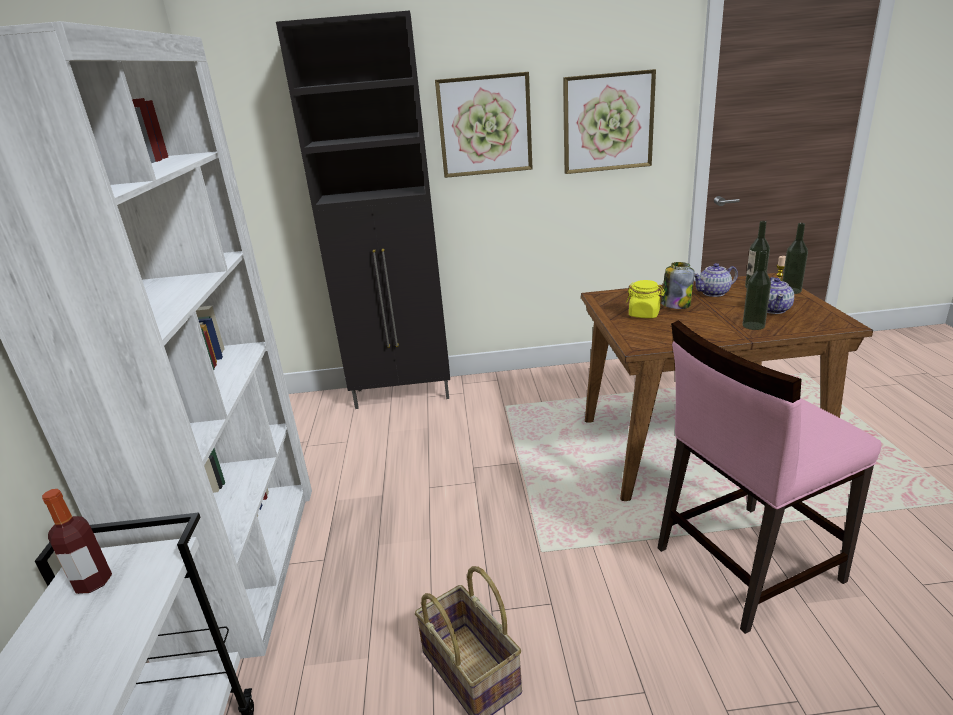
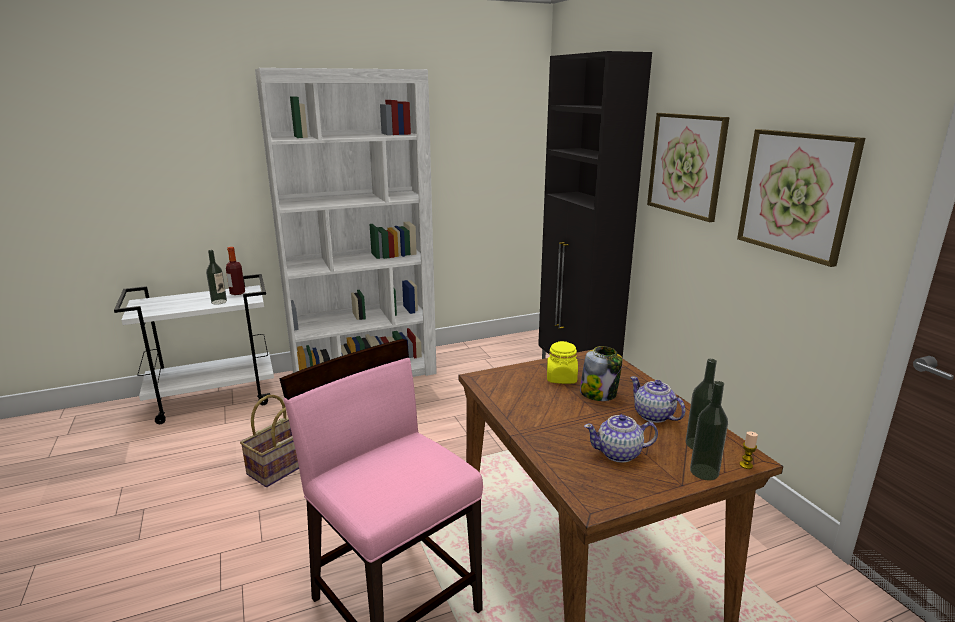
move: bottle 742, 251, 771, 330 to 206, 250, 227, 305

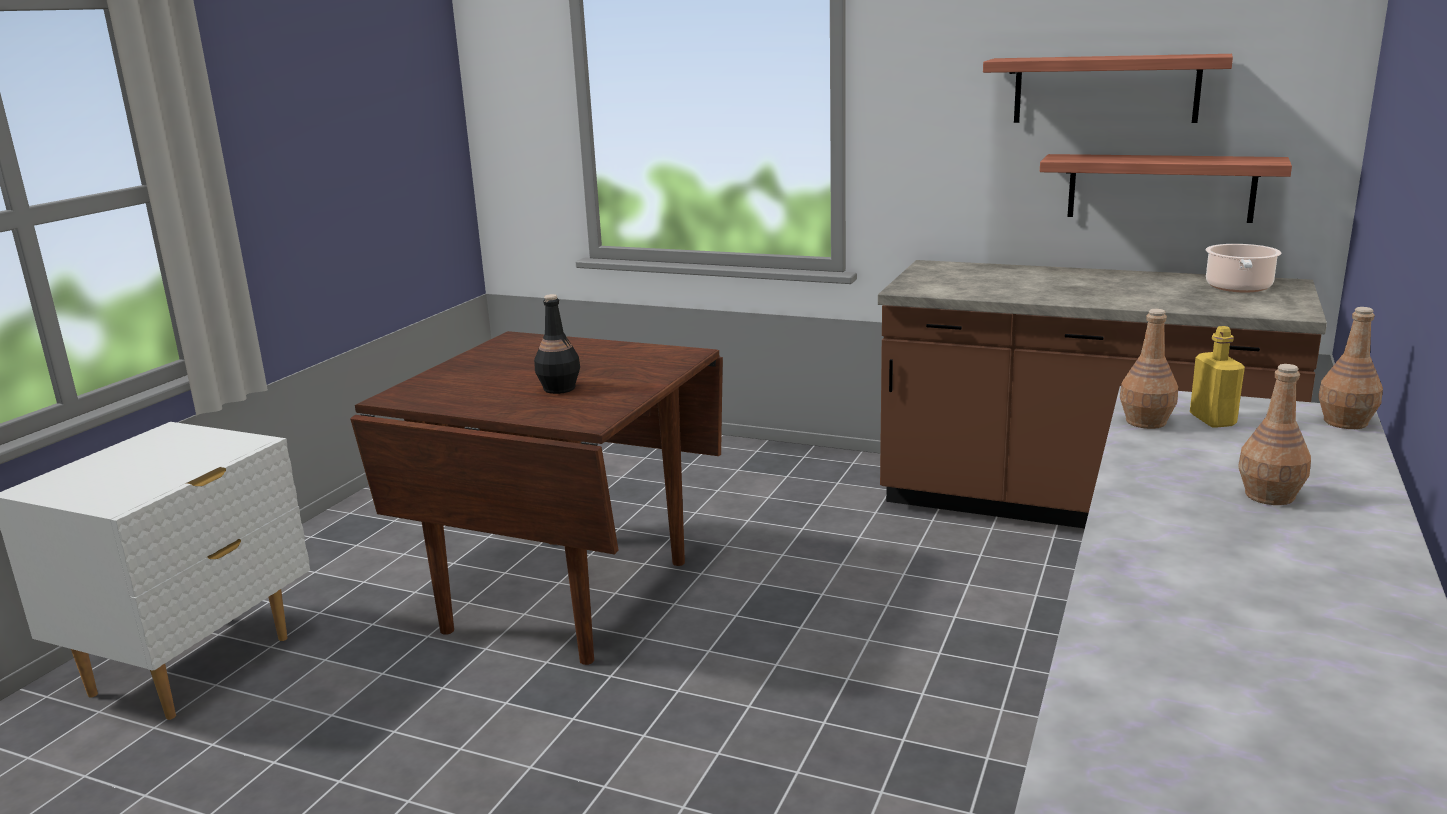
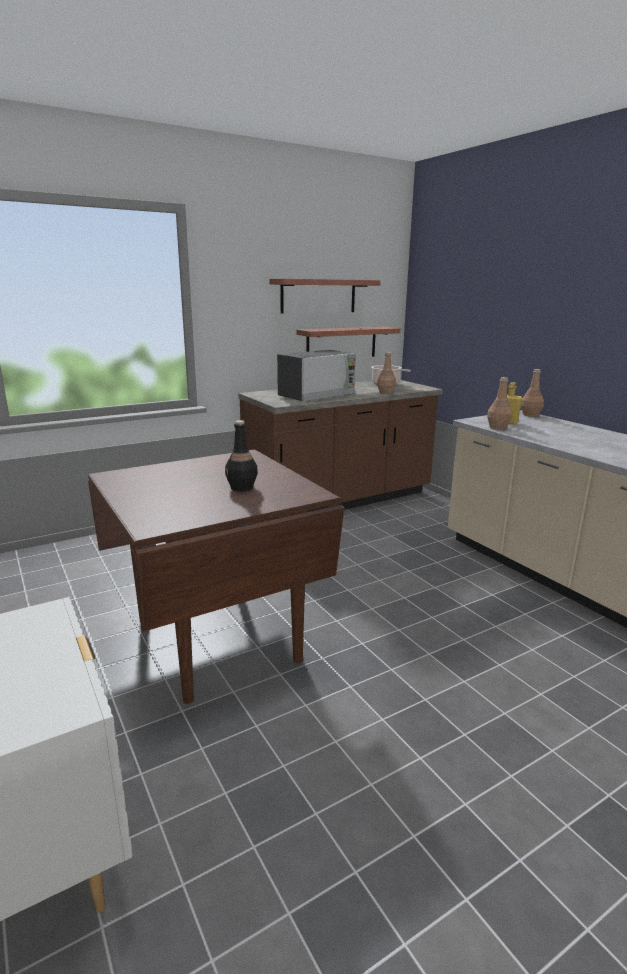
insert: microwave oven 277, 350, 356, 401
move: brownish bottle 1238, 364, 1311, 505 to 377, 352, 396, 394

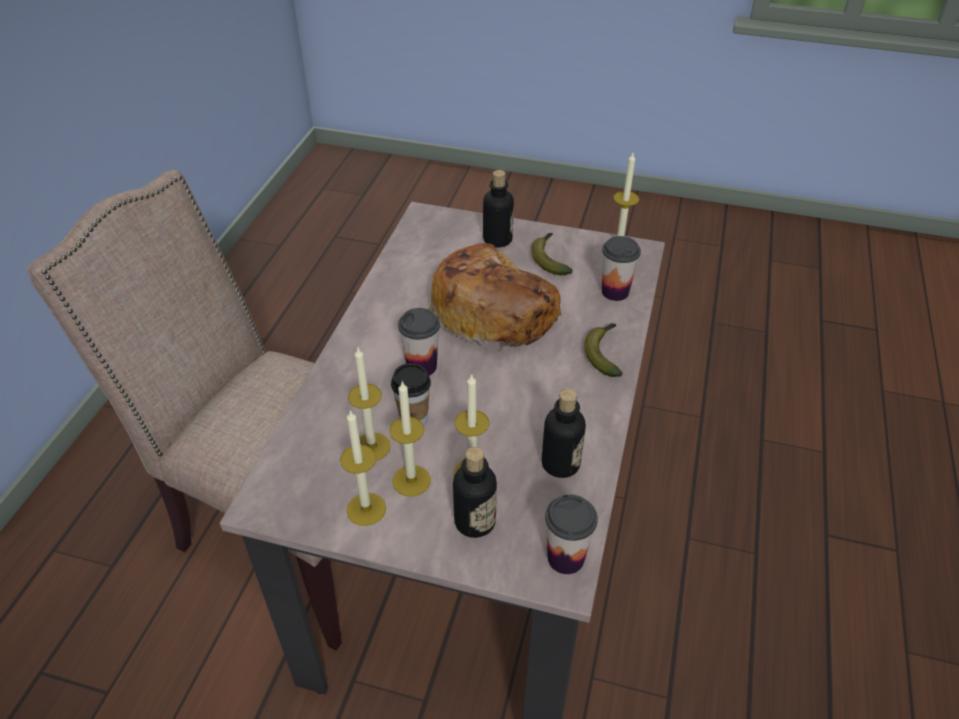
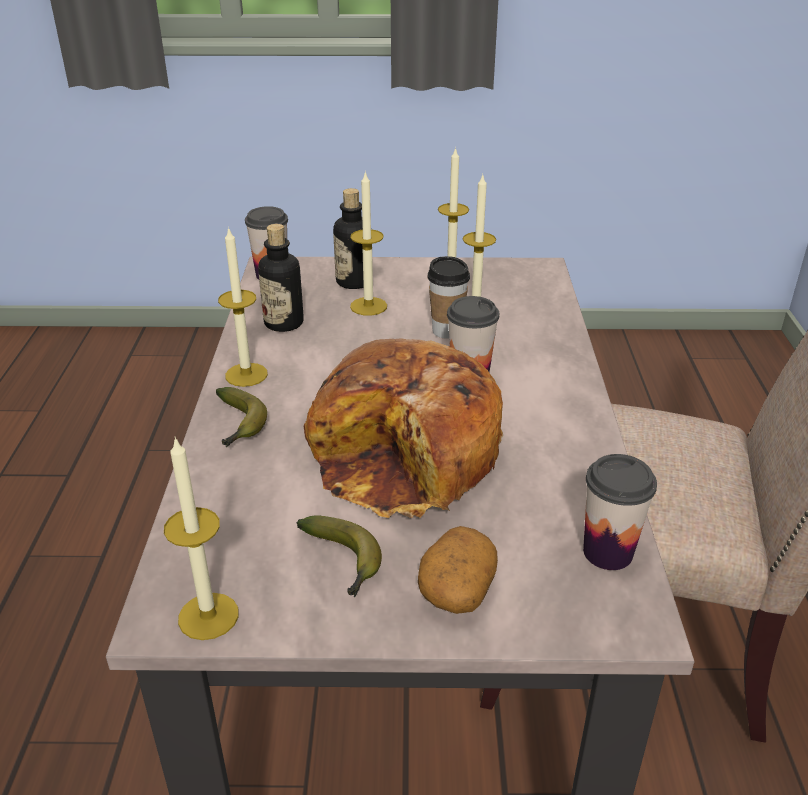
move: candle 389, 380, 431, 497 to 218, 227, 268, 387; drinking cup 602, 236, 641, 301 to 583, 454, 657, 570
replace: bottle 483, 170, 514, 248 to spud 418, 526, 498, 614

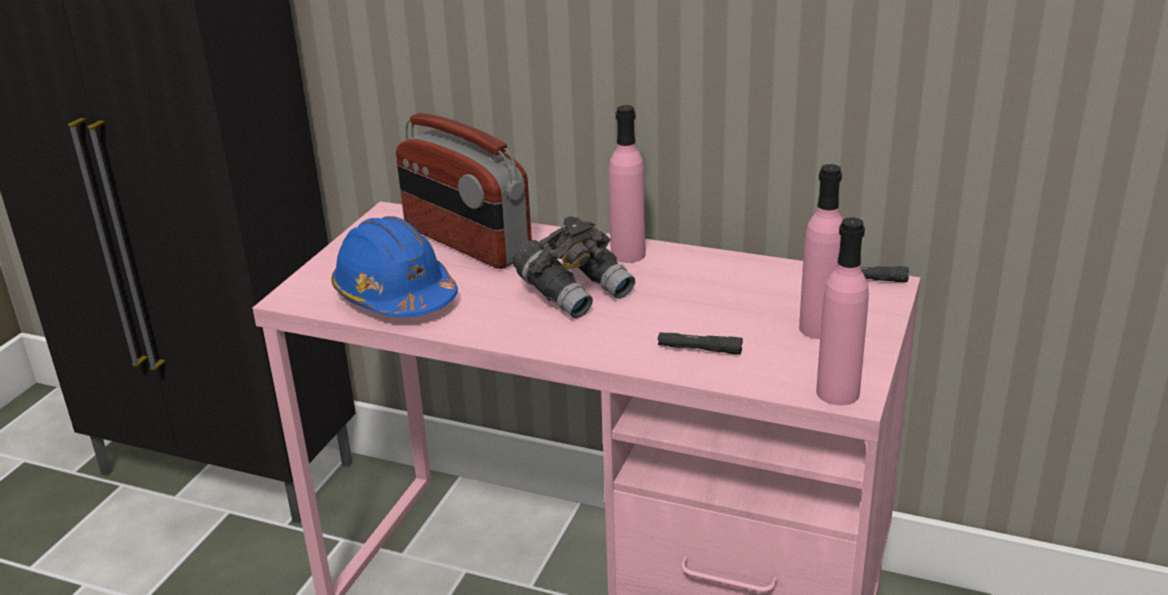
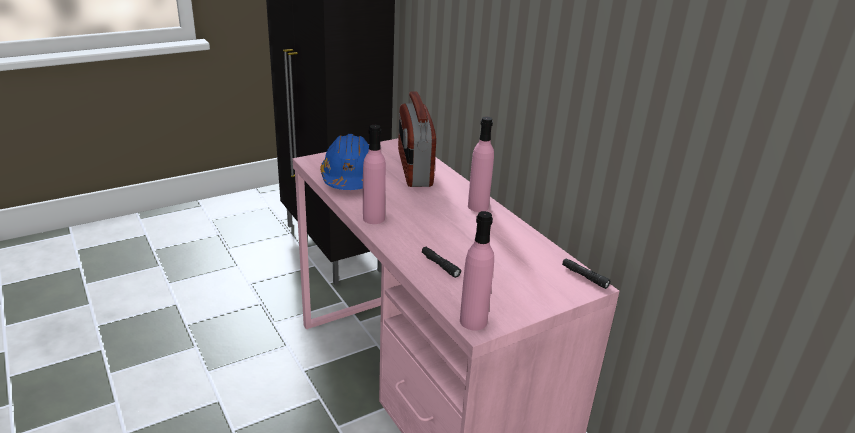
delete: greyish field glasses 512, 216, 635, 319
move: pinkish bottle 799, 164, 843, 339 to 363, 125, 386, 224

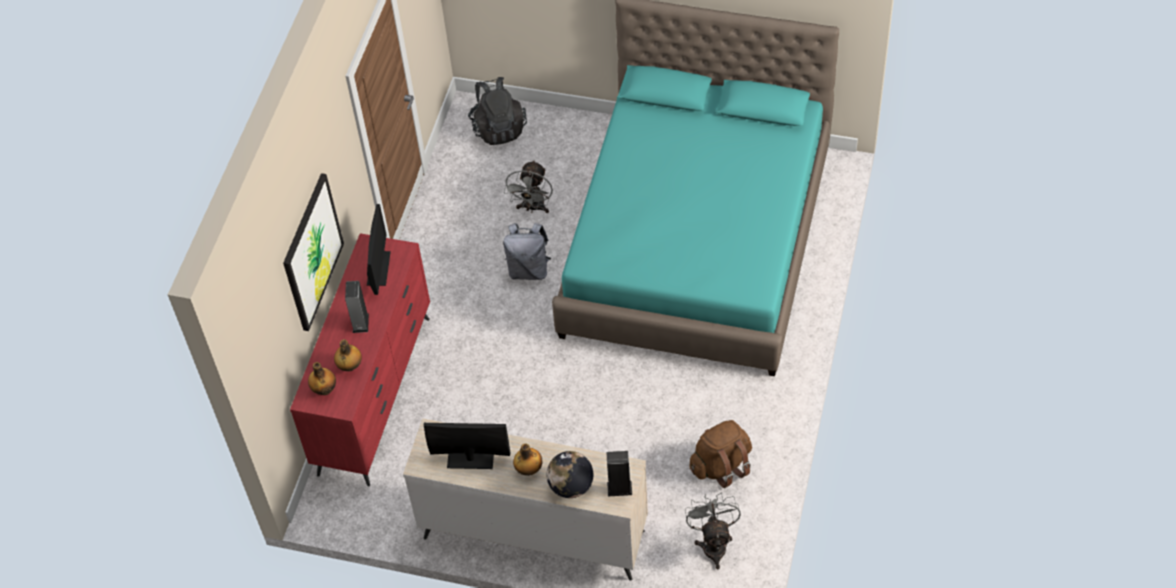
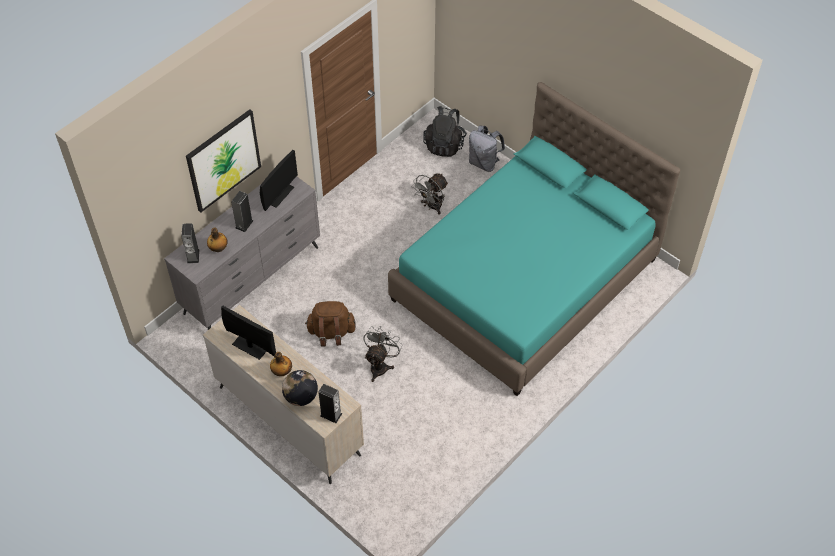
move: brownish rucksack 689, 420, 752, 488 to 305, 301, 356, 346; greyish cooling fan 685, 493, 741, 569 to 363, 326, 403, 382; greyish rucksack 503, 223, 551, 280 to 469, 126, 505, 172
replace: bottle 308, 362, 336, 395 to loudspeaker 181, 223, 200, 263
recolor: reddish chest of drawers 290, 233, 430, 486 to greyish chest of drawers 164, 176, 320, 330

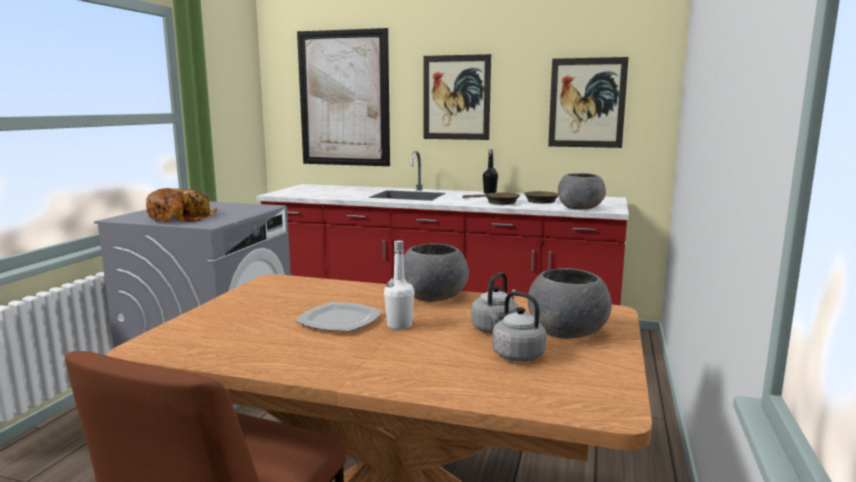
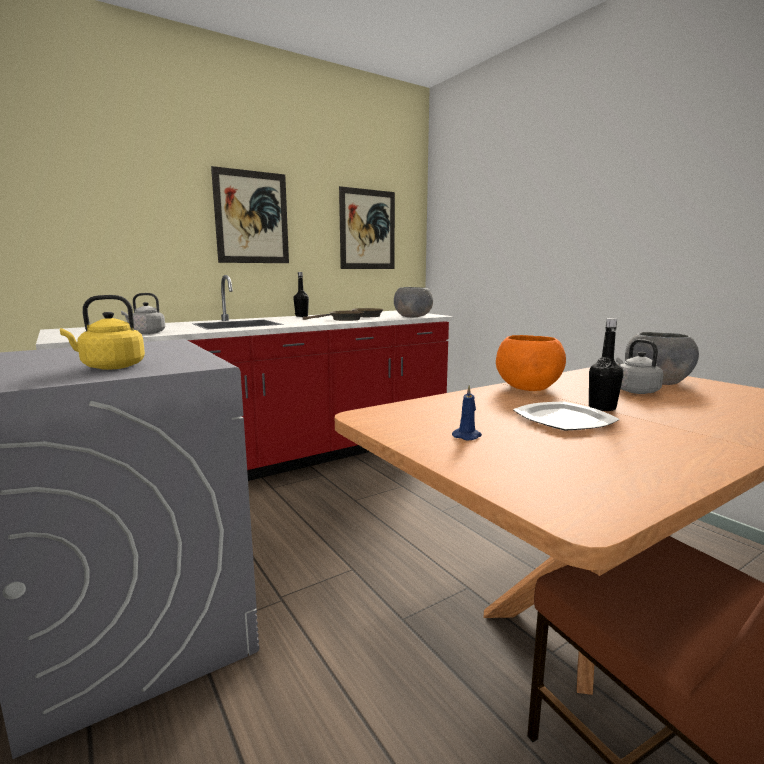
delete: wall art 297, 28, 390, 166
insert: blue-coloured candle 452, 385, 482, 441
move: greyish water kettle 489, 291, 546, 362 to 121, 293, 165, 334
replace: baked bread 146, 188, 217, 222 to yellowish water kettle 60, 295, 145, 370
recolor: greyish deep dish 403, 243, 469, 302 to orange deep dish 496, 335, 566, 391; whitish bottle 384, 240, 415, 330 to black-coloured bottle 589, 318, 624, 411

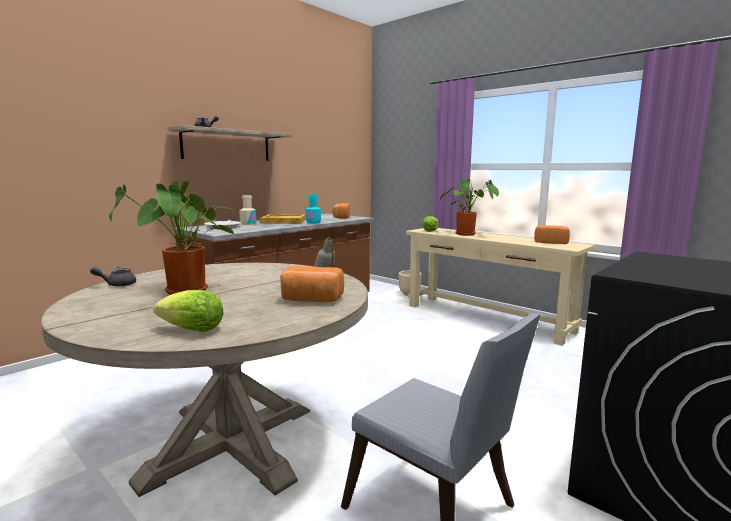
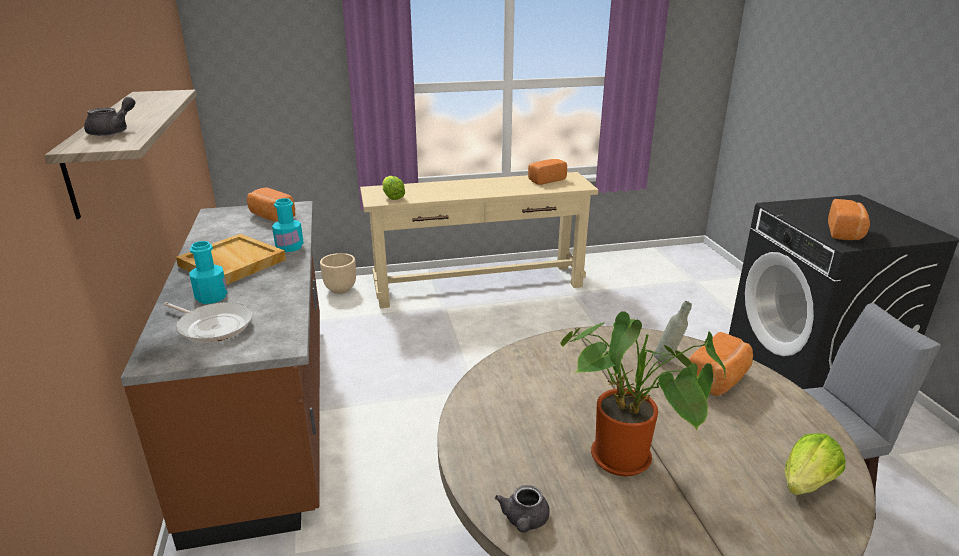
delete: potted plant 439, 179, 499, 236
insert: baked bread 828, 199, 870, 240
recolor: beige-coloured bottle 239, 195, 256, 225 to blue-green bottle 189, 241, 228, 304

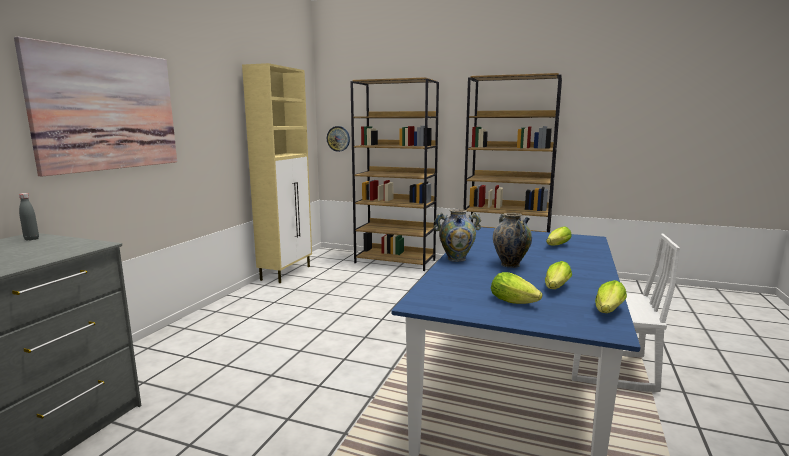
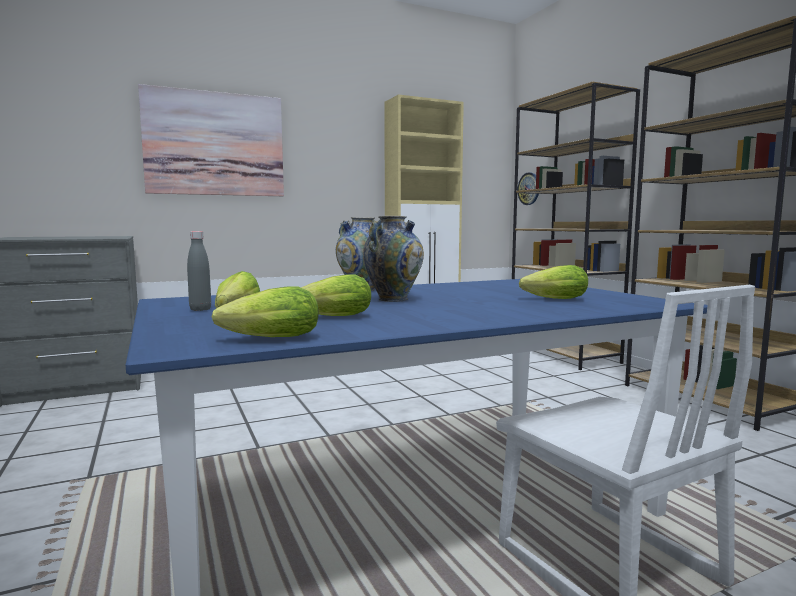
move: greyish bottle 19, 193, 39, 240 to 187, 231, 211, 311

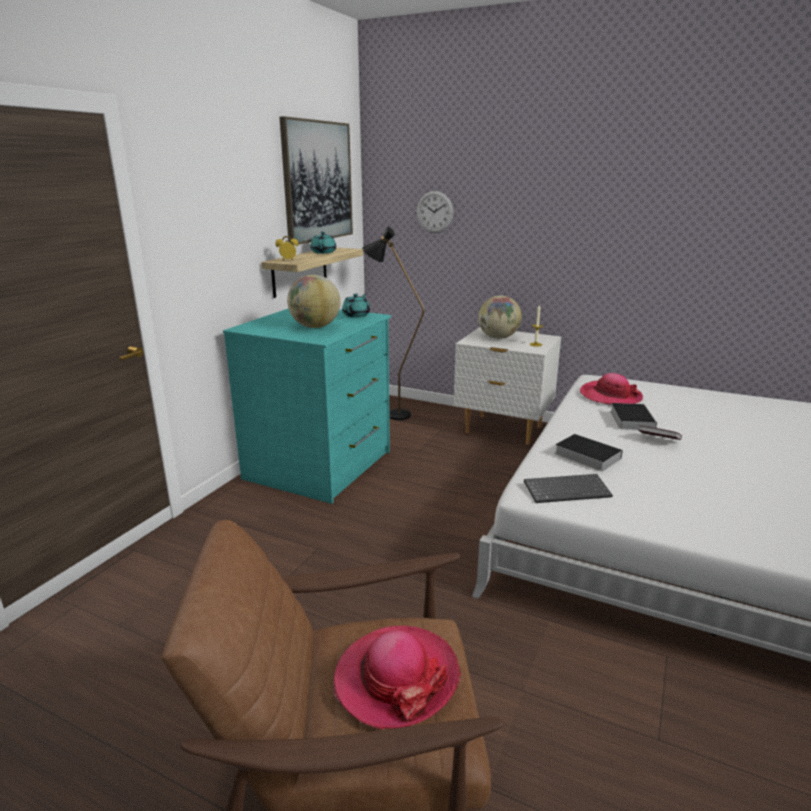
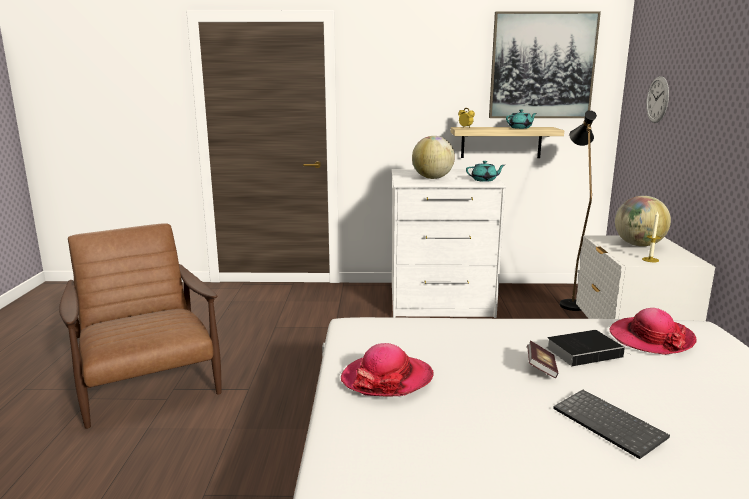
delete: book 554, 434, 623, 471
move: clothing hat 333, 626, 461, 729 to 341, 343, 434, 397; PC keyboard 524, 474, 613, 503 to 553, 390, 670, 459
recolor: blue-green chest of drawers 223, 309, 391, 504 to whitish chest of drawers 392, 169, 506, 318

